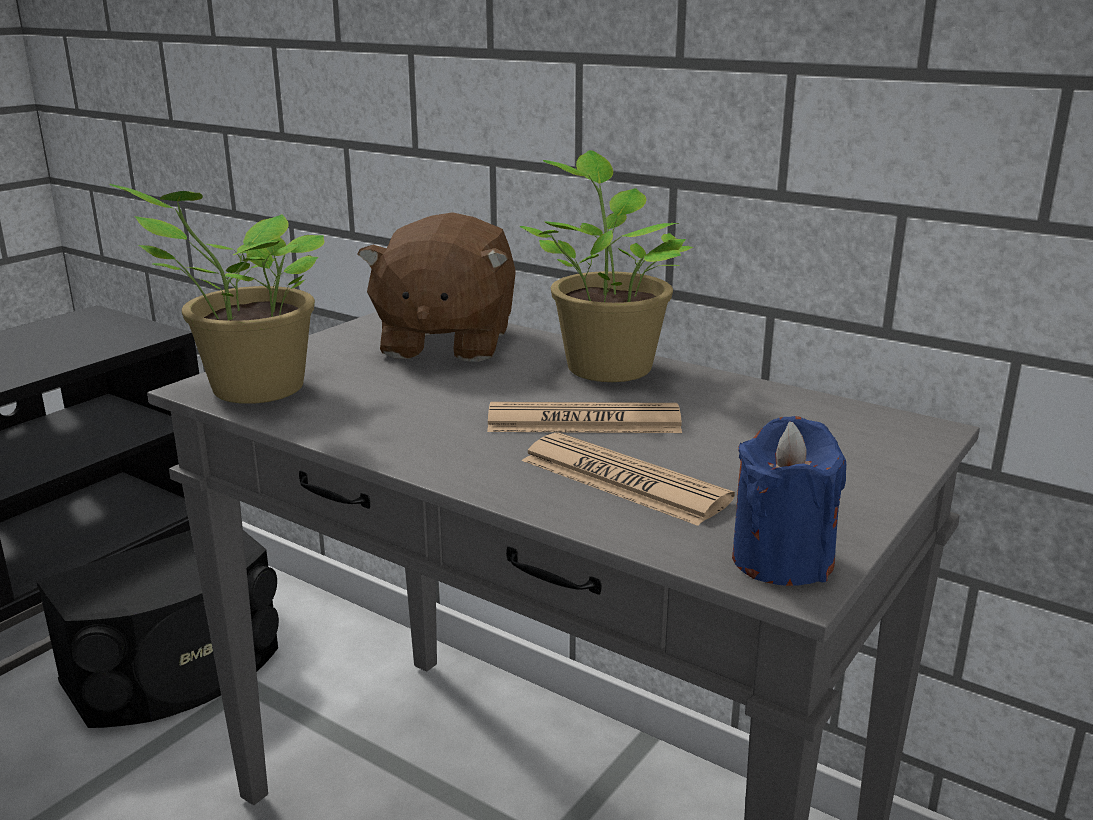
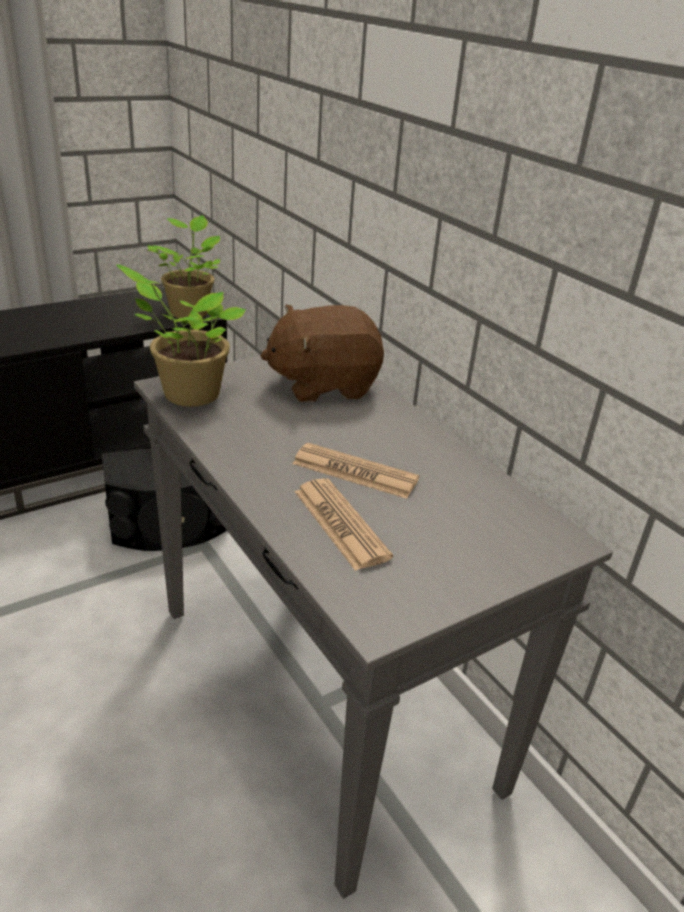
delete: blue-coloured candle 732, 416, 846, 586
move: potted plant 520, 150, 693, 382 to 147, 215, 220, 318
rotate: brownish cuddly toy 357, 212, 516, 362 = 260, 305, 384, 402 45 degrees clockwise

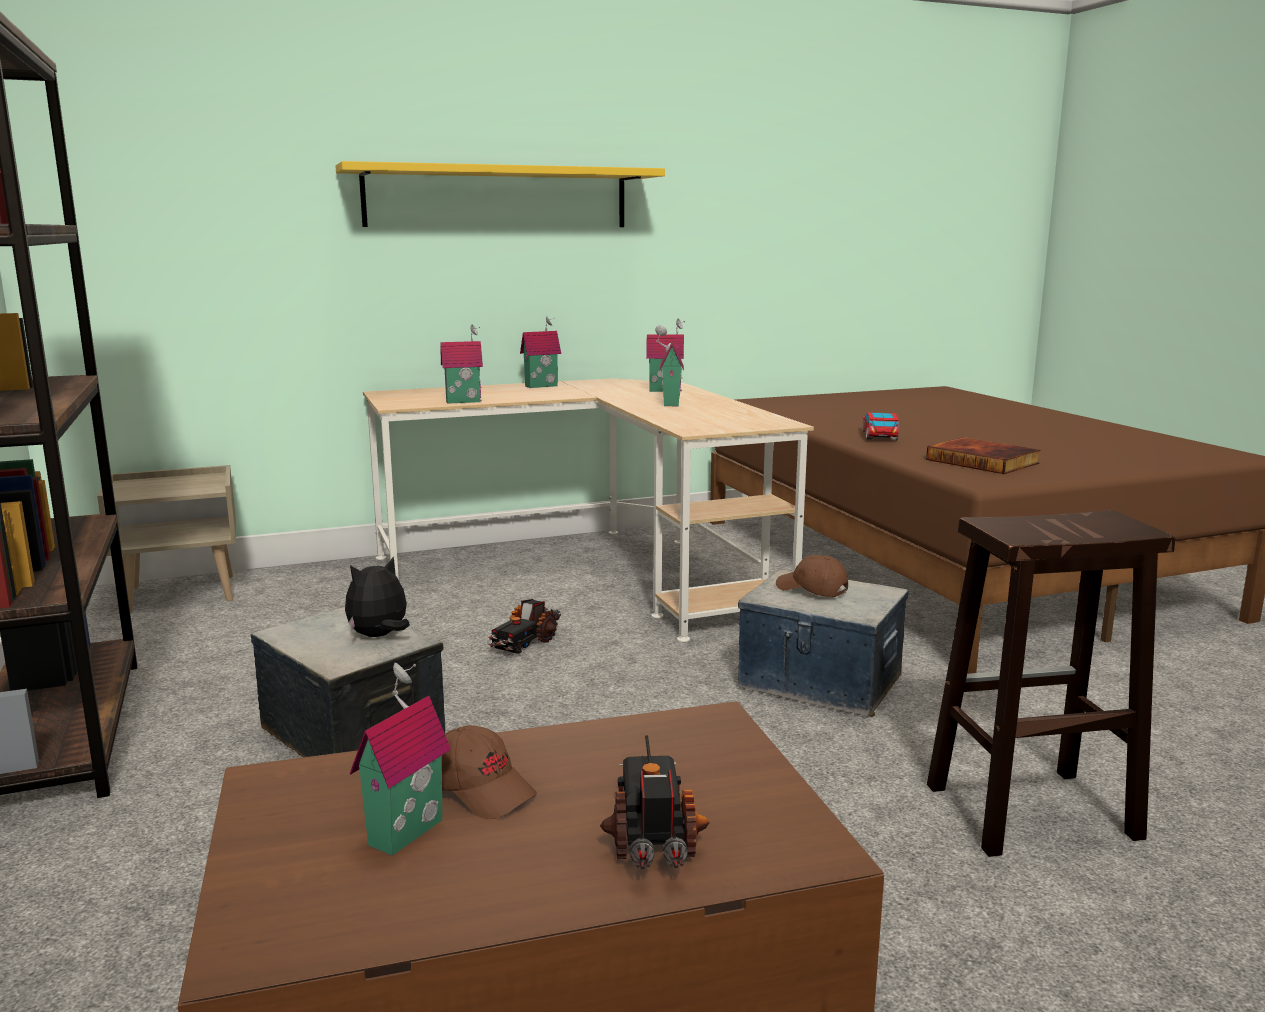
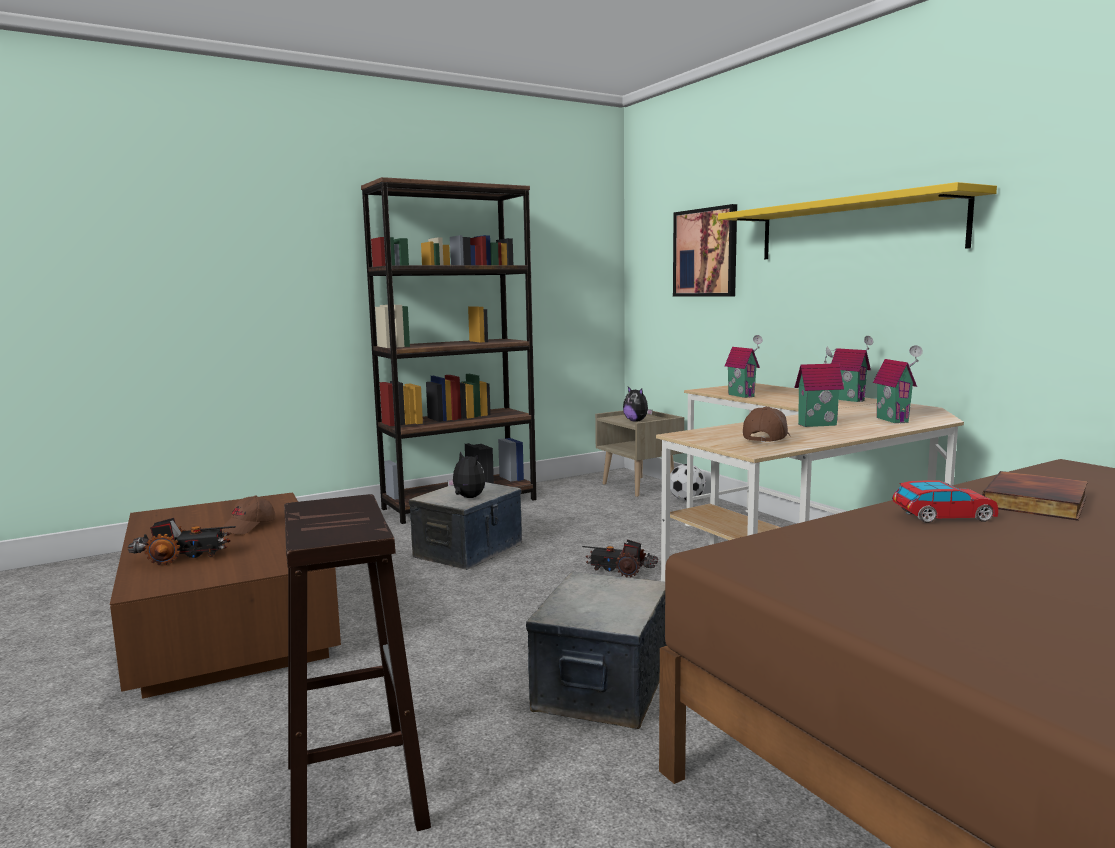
delete: toy house 350, 662, 451, 856
insert: cuddly toy 623, 387, 653, 422; football ball 670, 464, 705, 501; wall art 673, 204, 737, 297
move: brownish cap 776, 555, 848, 597 to 743, 407, 791, 442; book 926, 437, 1040, 474 to 983, 471, 1088, 521

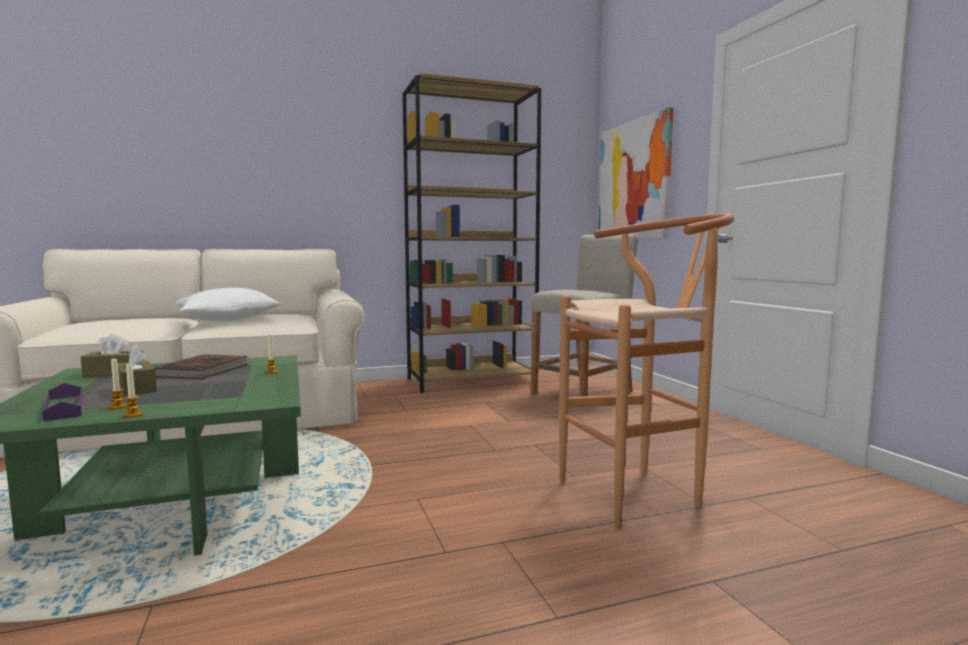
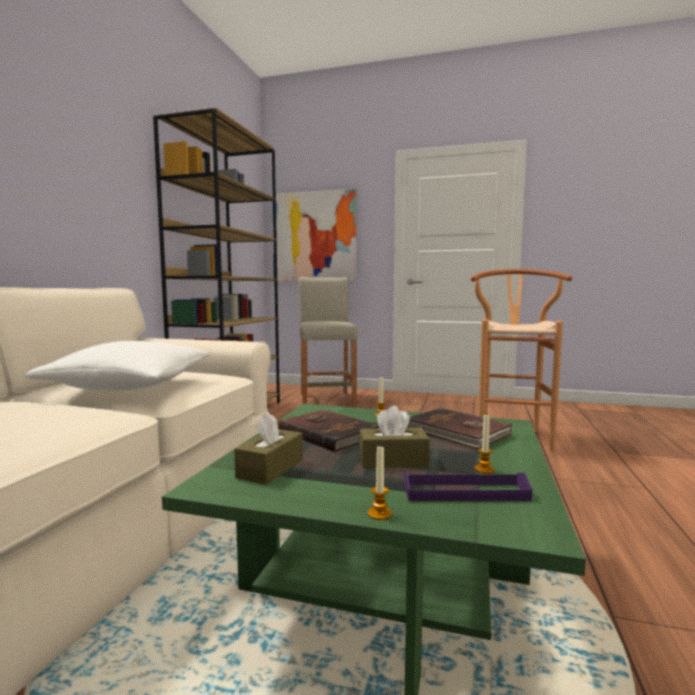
insert: brownish book 407, 408, 512, 449
move: candle 123, 364, 143, 418 to 368, 444, 392, 520

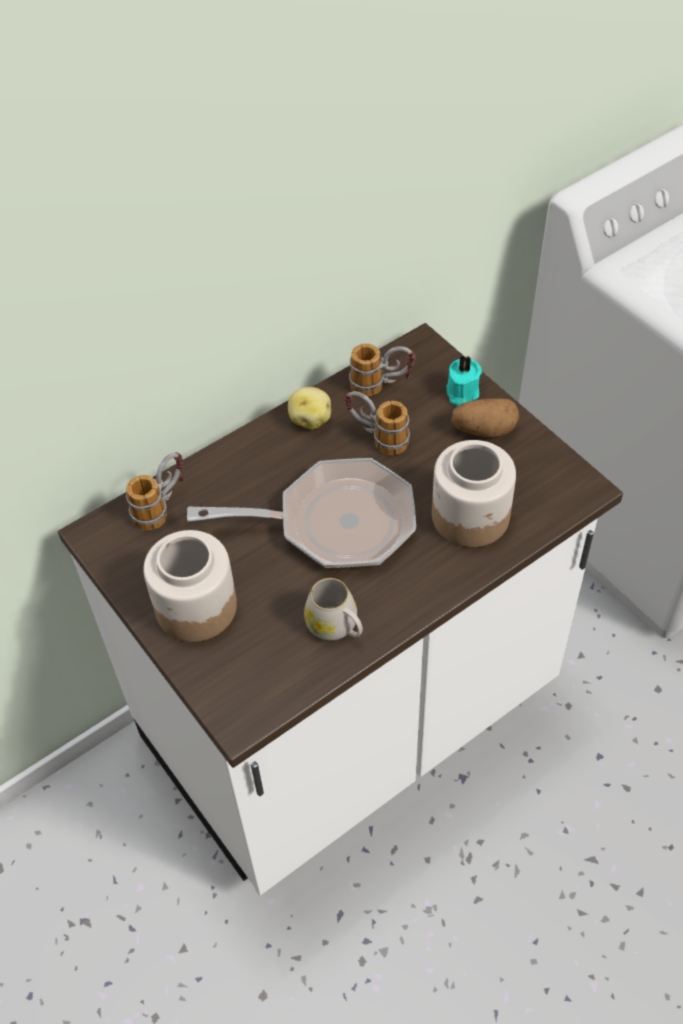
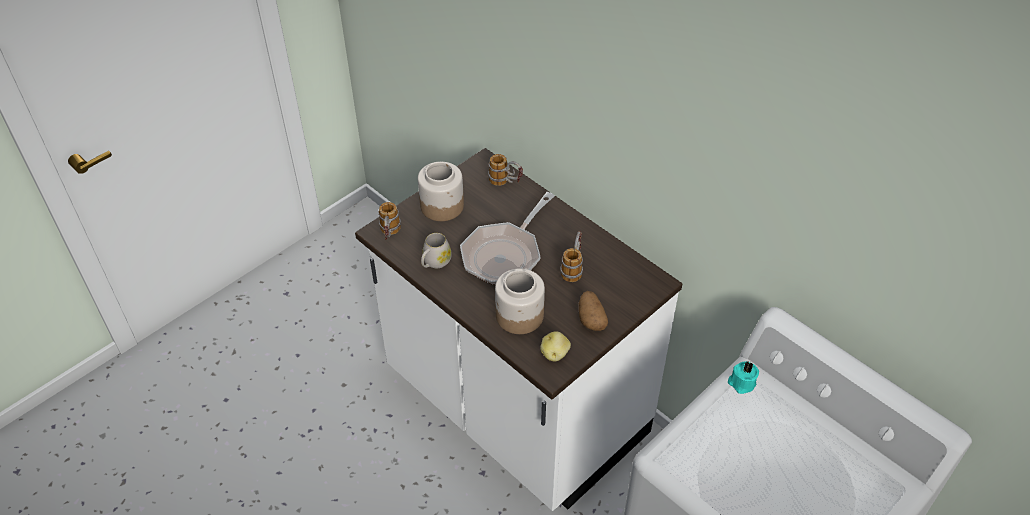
move: mug 349, 343, 415, 397 to 378, 202, 401, 240; spud 288, 387, 331, 429 to 540, 331, 571, 361; blue-green candle 446, 355, 482, 406 to 728, 362, 759, 394
rotate: pan 187, 458, 416, 568 = 460, 192, 555, 285 45 degrees clockwise

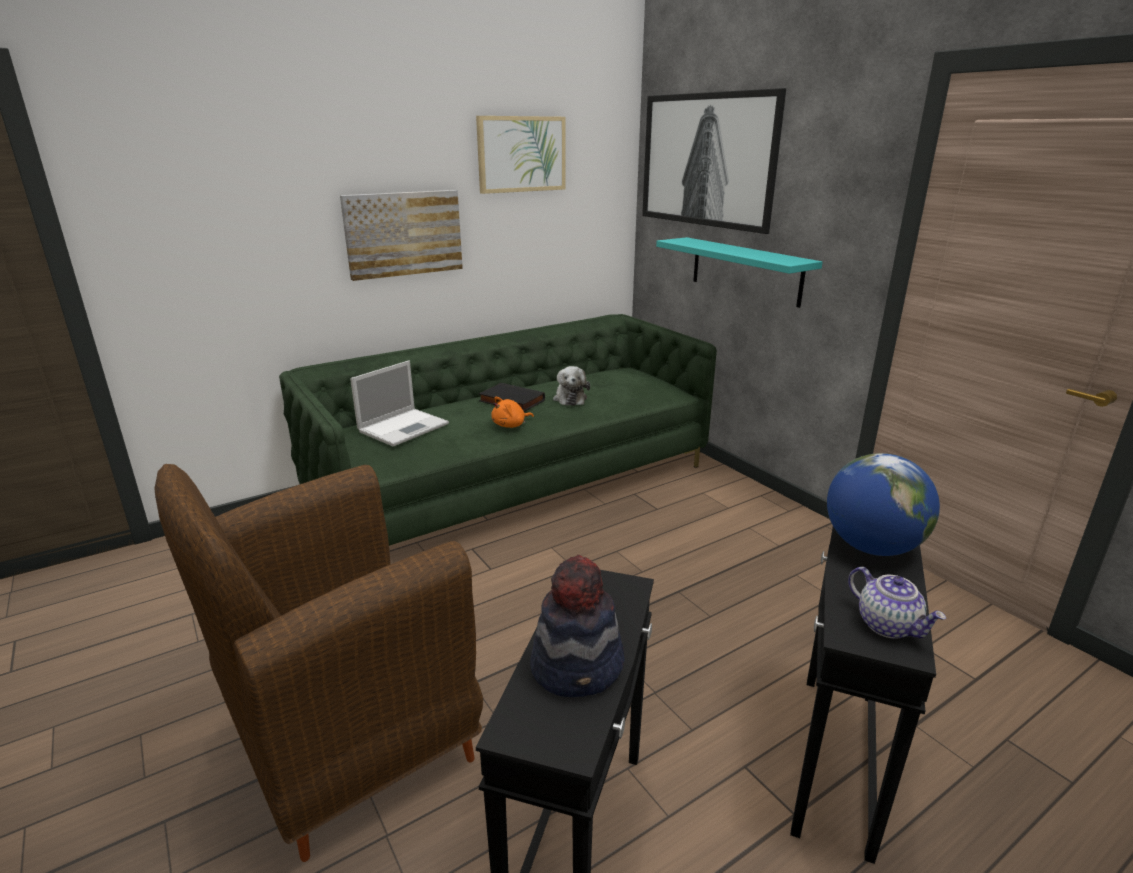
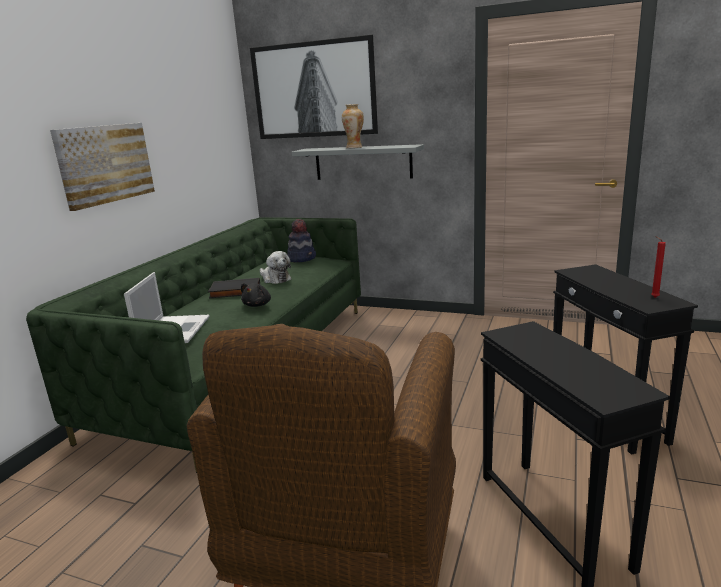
delete: wall art 476, 116, 565, 194; globe 827, 453, 940, 556
insert: vase 342, 104, 364, 148
move: clothing hat 530, 555, 625, 697 to 287, 219, 316, 262
replace: teapot 848, 567, 946, 639 to reddish candle 651, 236, 666, 298
recolor: orange cuddly toy 491, 396, 534, 428 to black-coloured cuddly toy 241, 283, 271, 307; blue-green wall shelf 656, 237, 823, 308 to greyish wall shelf 292, 144, 424, 180

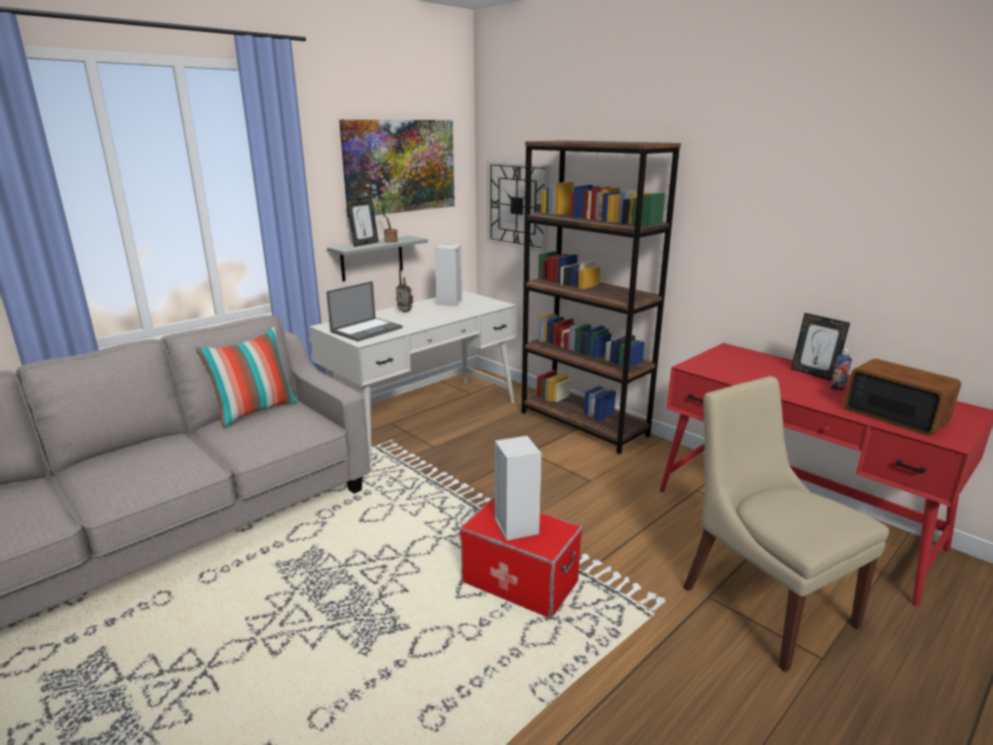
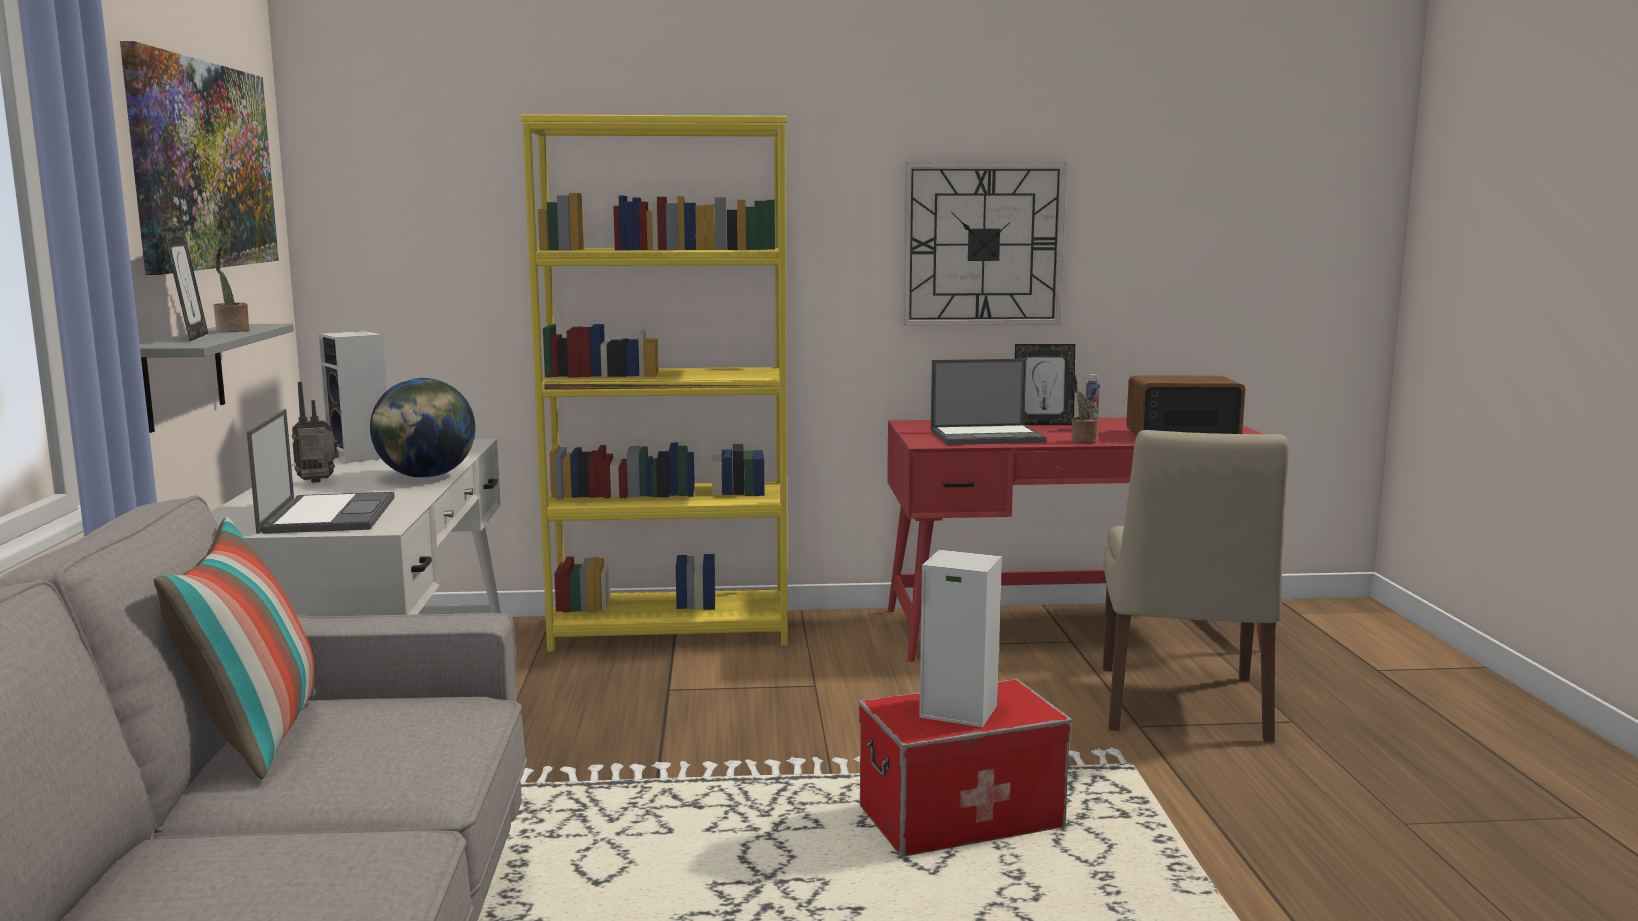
insert: globe 370, 378, 476, 478; laptop 931, 358, 1046, 445; potted plant 1070, 370, 1098, 443
move: clock on the wall 487, 161, 550, 252 to 903, 162, 1067, 326
recolor: brownish shelving unit 522, 140, 681, 454 to yellowish shelving unit 521, 114, 788, 652
rotate: beige-coloured chair 683, 376, 889, 672 = 1103, 430, 1289, 743 90 degrees counterclockwise

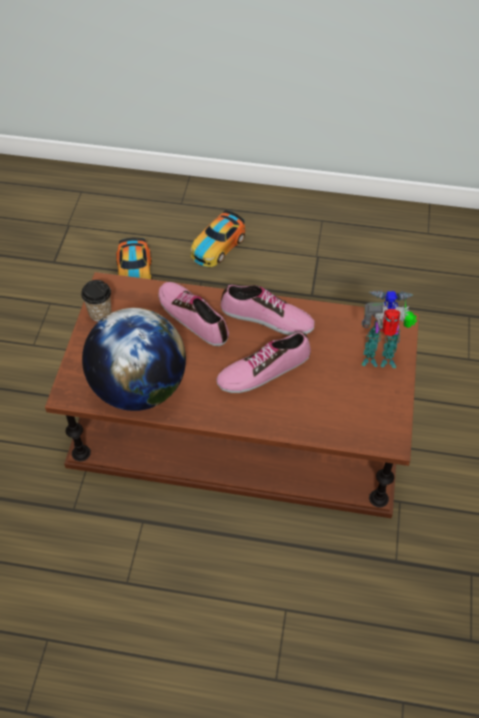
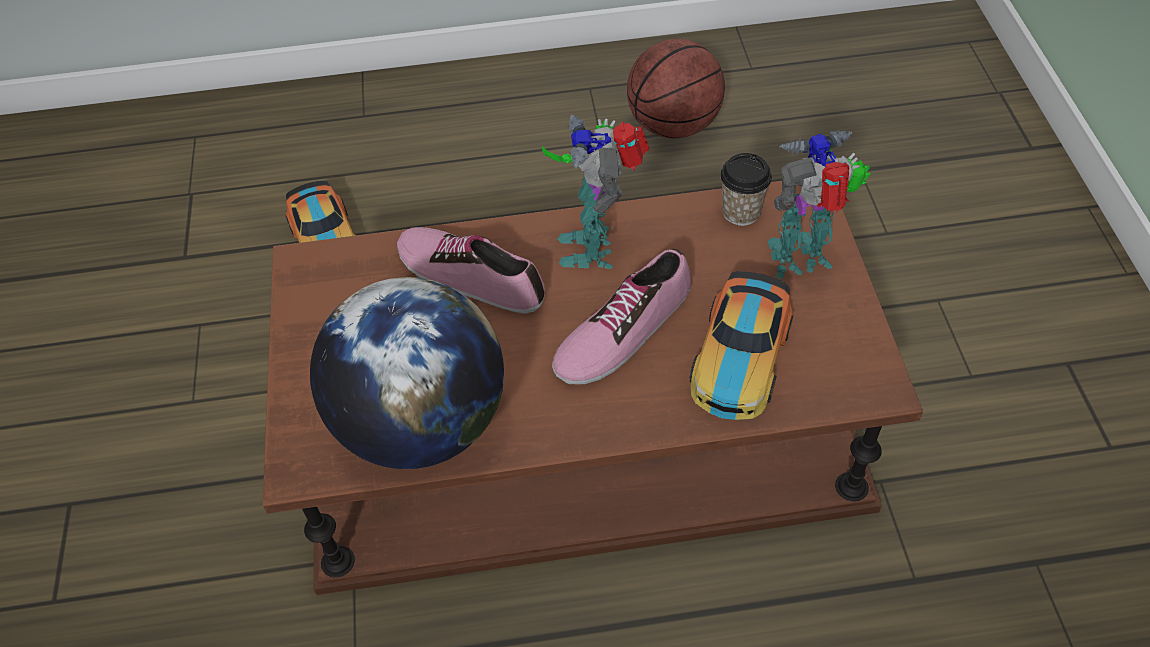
insert: ball for basketball 627, 39, 725, 138
move: toy car 191, 210, 245, 267 to 689, 271, 794, 420; drinking cup 81, 280, 111, 321 to 720, 153, 772, 226
replace: shoe 221, 285, 315, 335 to robot figure 542, 114, 649, 269

